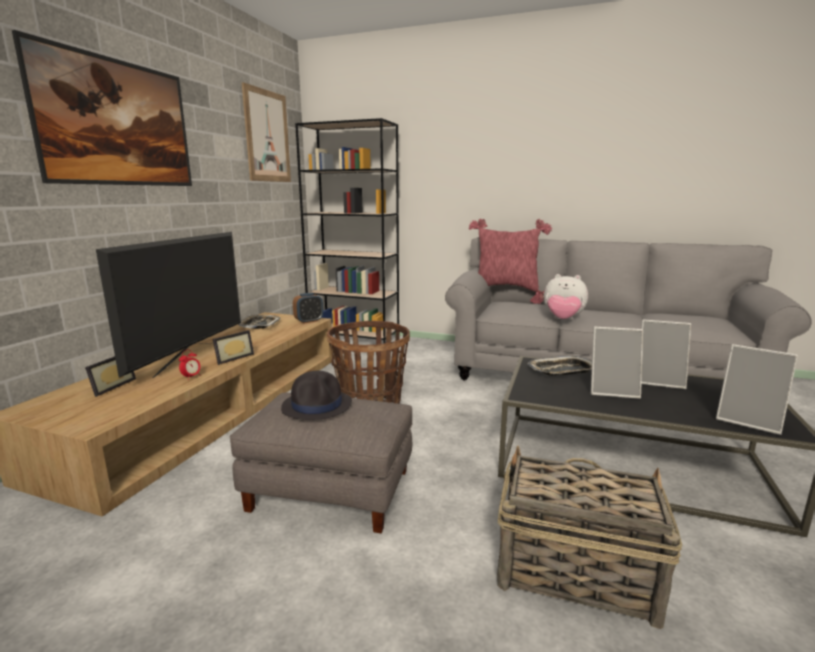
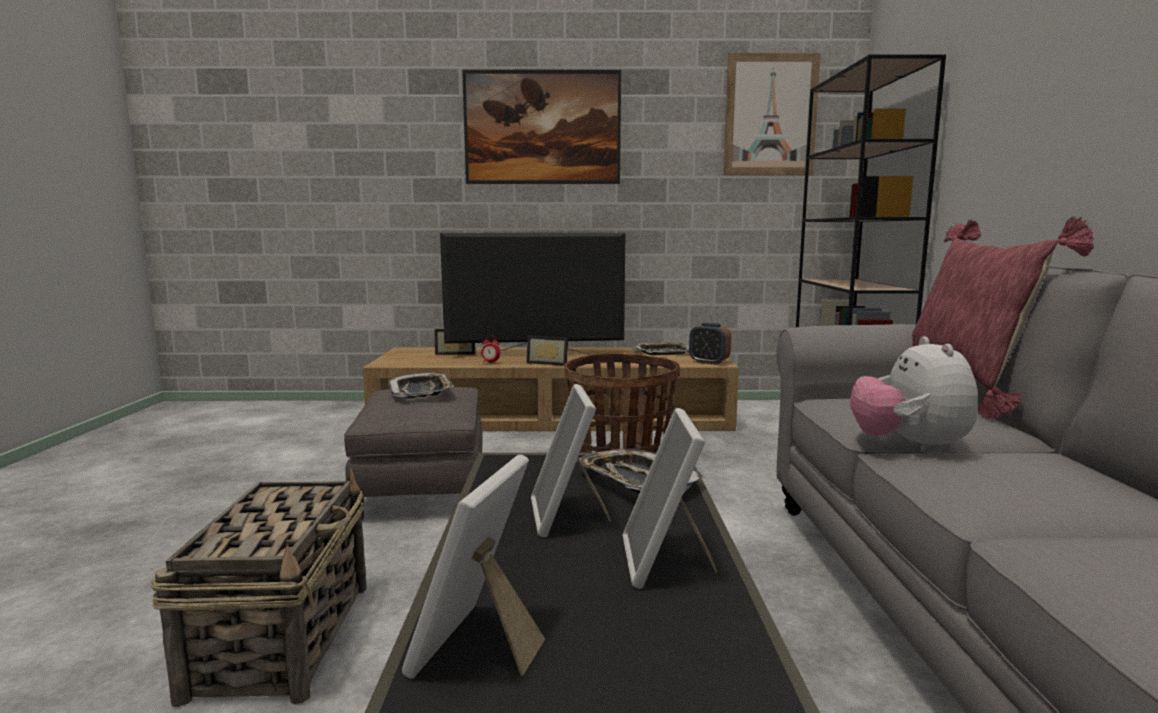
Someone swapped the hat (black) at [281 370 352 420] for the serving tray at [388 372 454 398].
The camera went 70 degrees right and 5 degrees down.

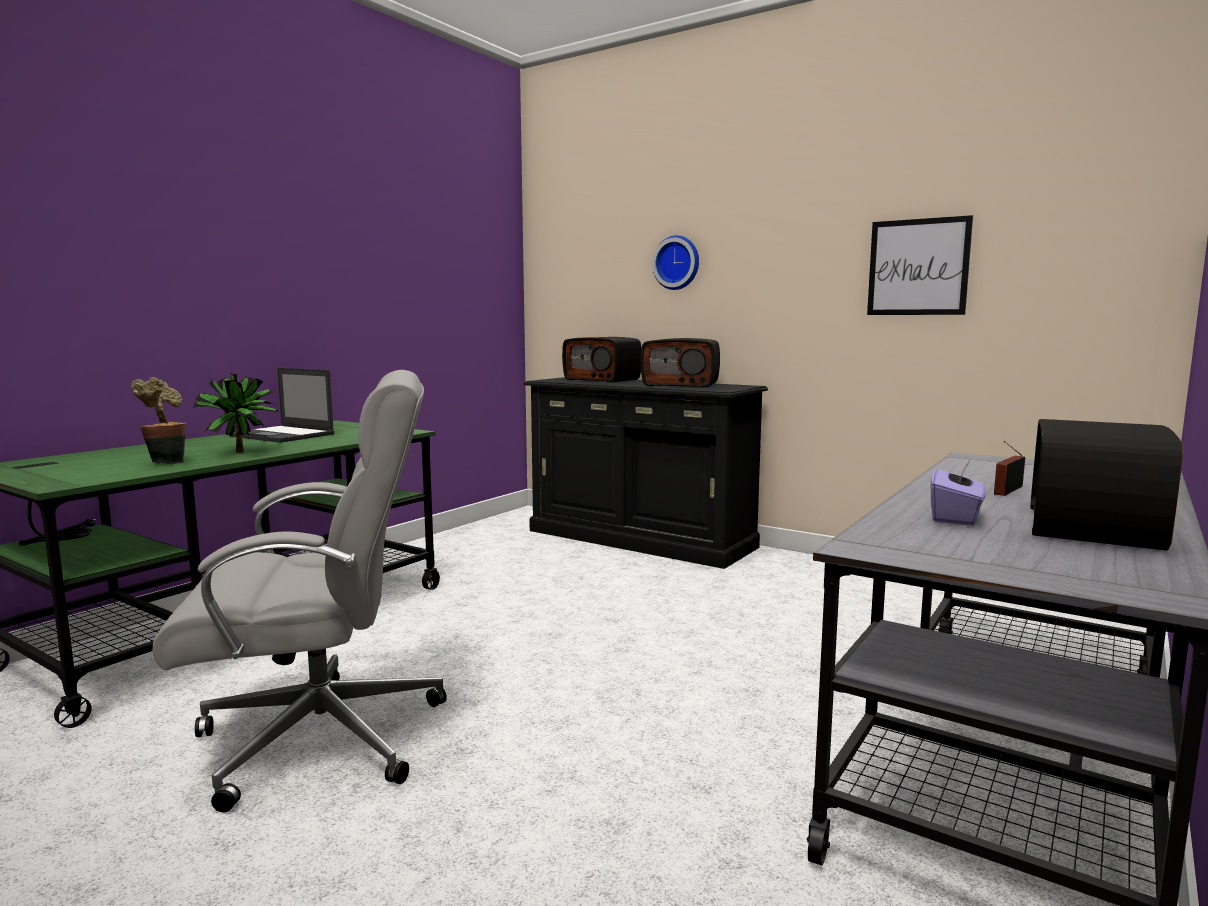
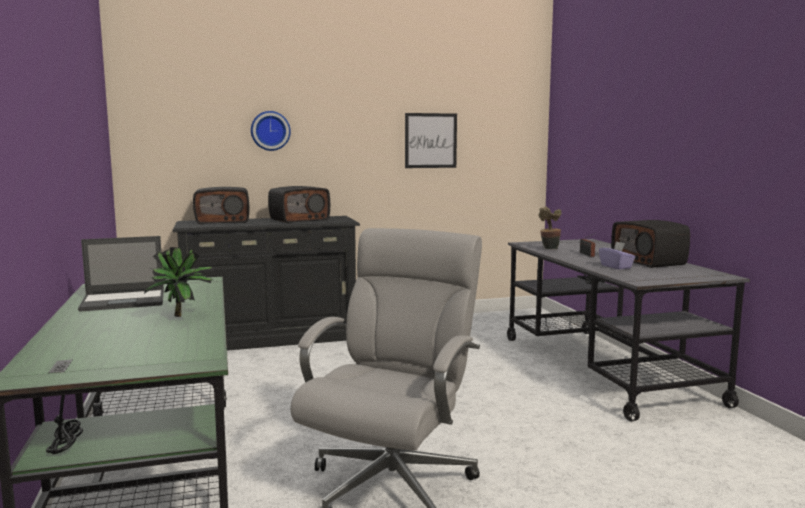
Someone carried the plant in a pot from [131 377 186 464] to [539 206 562 249].
The camera went 50 degrees left and 0 degrees up.

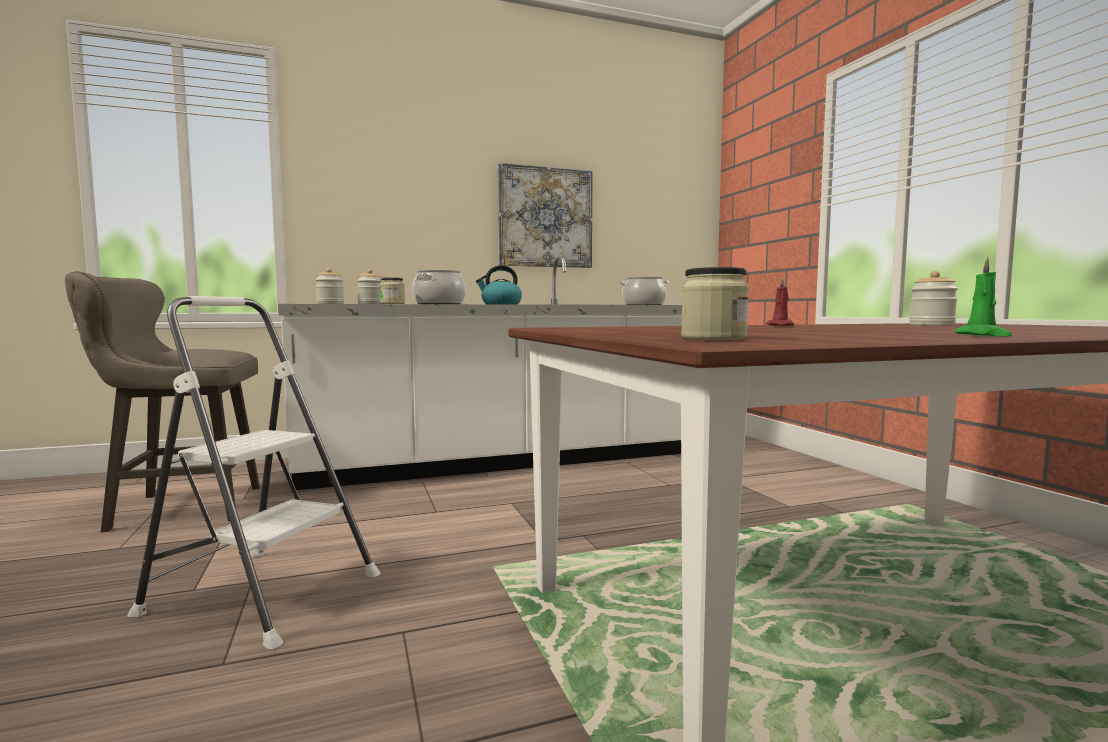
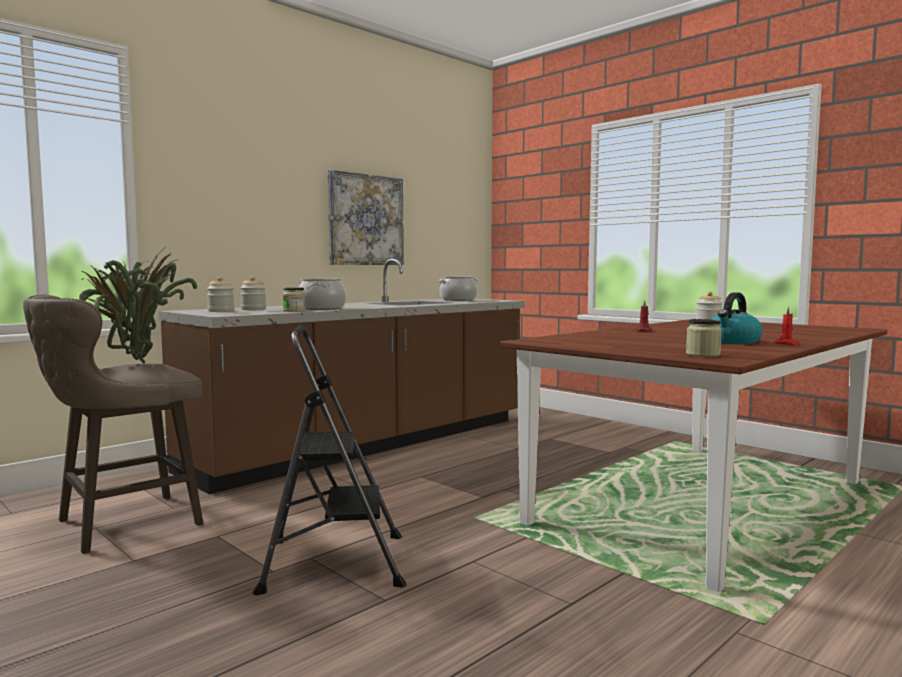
Someone repainted the step ladder (white-coloured) at [127 296 380 649], which became the step ladder (black) at [253 325 407 595].
Someone repainted the counter (white-coloured) at [278 256 682 490], which became the counter (brown) at [158 259 525 494].
Someone carried the kettle from [476 265 522 305] to [712 292 763 344].
Someone repainted the candle (green) at [955 257 1012 336], which became the candle (red) at [775 306 801 345].
Someone put down the plant in a pot at [79 249 197 363].
The camera went 25 degrees left and 0 degrees up.

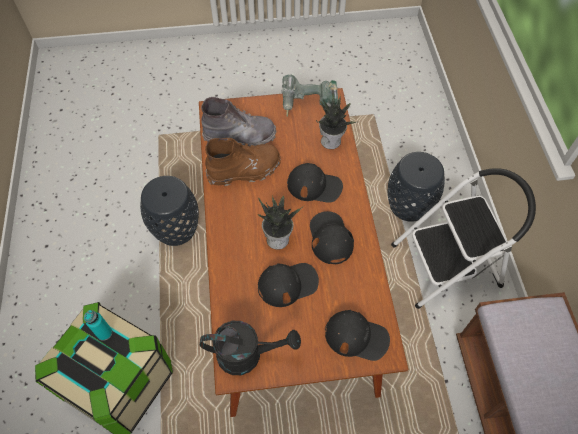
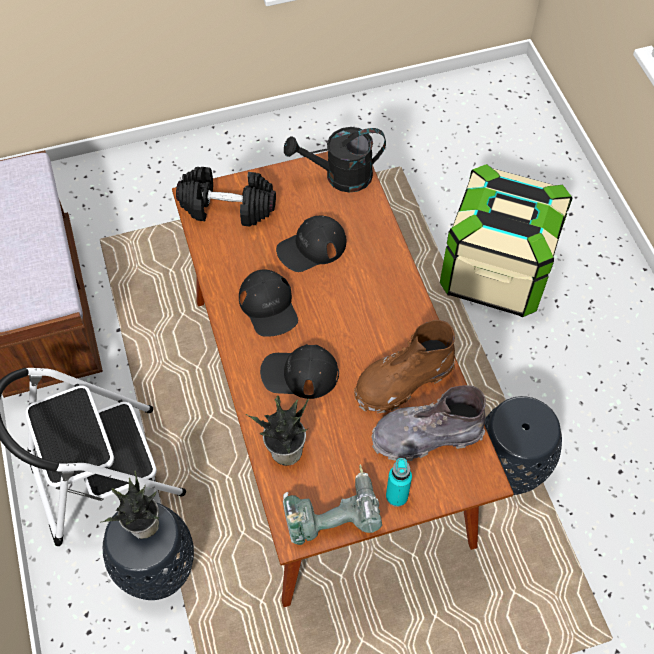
Someone carried the drink bottle (blue-green) from [84 310 112 341] to [386 458 412 507].
Someone carried the plant in a pot from [257 195 304 250] to [101 470 159 539].
Someone swapped the baseball cap (black) at [325 310 390 361] for the free weight (black) at [176 167 276 227].
The camera went 170 degrees right and 0 degrees up.

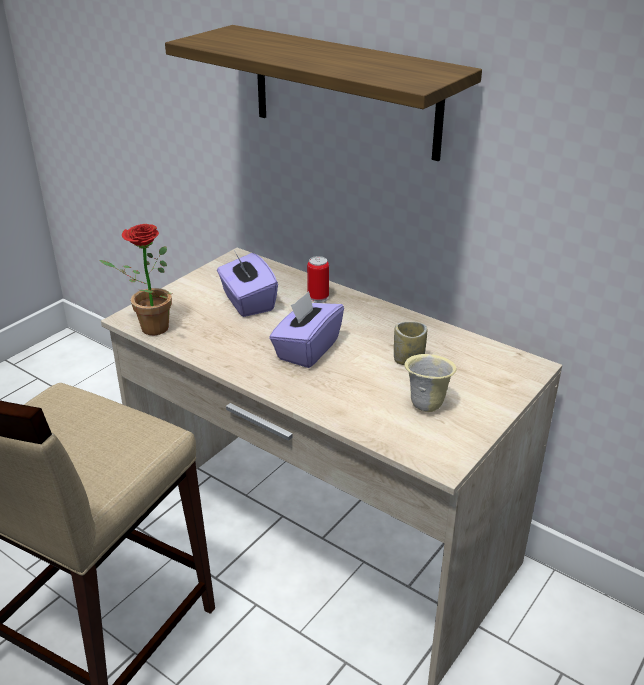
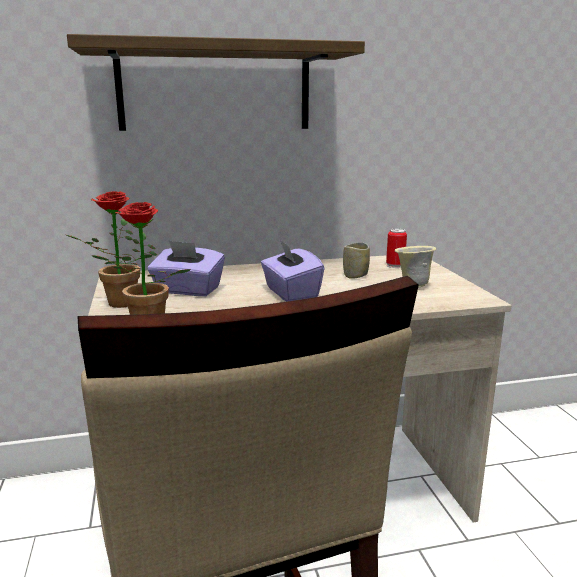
Someone carried the metal can from [307 256 329 303] to [386 229 407 268].
Someone put down the plant in a pot at [66 191 152 308].
The camera went 50 degrees left and 15 degrees down.

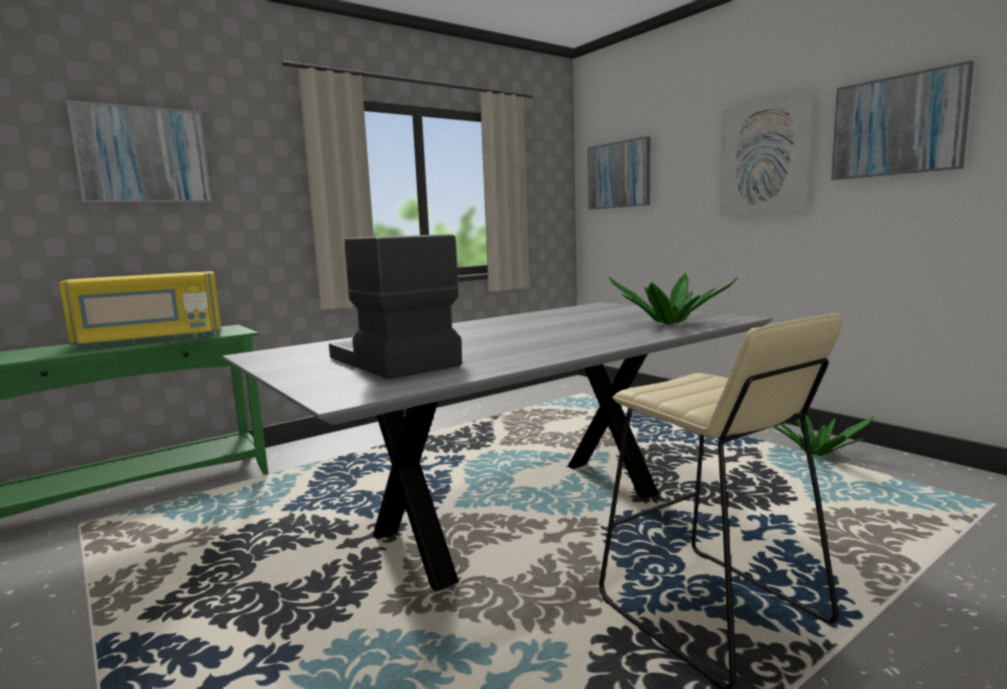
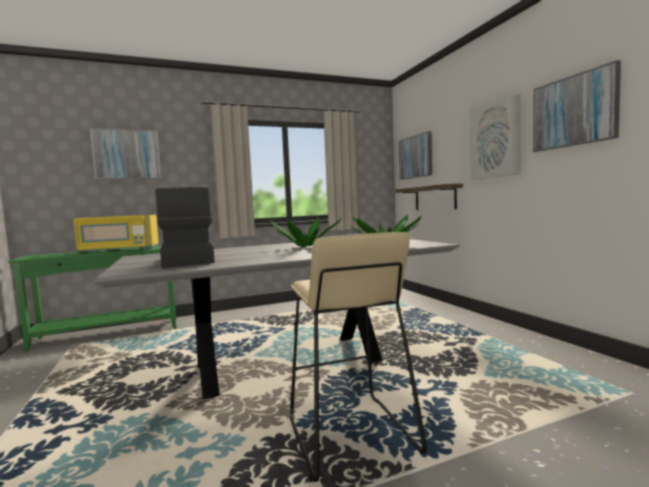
Someone carried the plant in a pot from [773 410 873 456] to [270 218 342 247].
Someone put up the shelf at [395 184 463 210].
The camera went 15 degrees right and 5 degrees down.

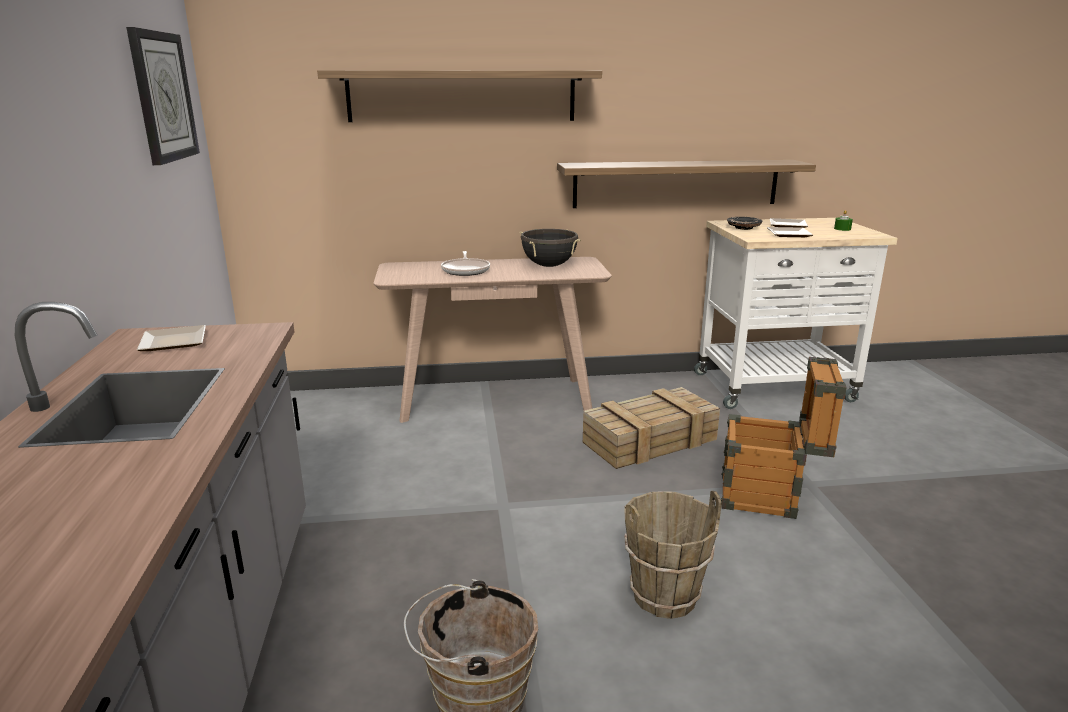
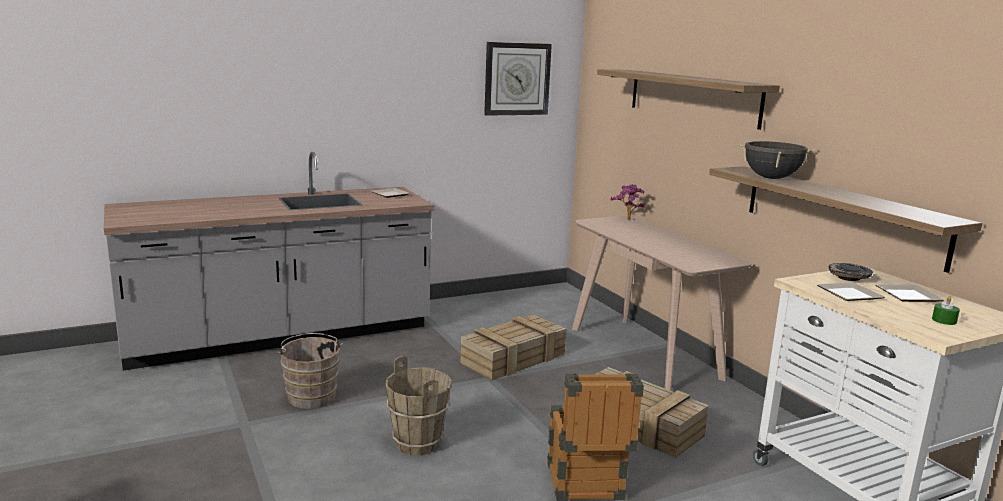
Someone took away the skillet at [441 251 490 276].
Someone carried the saucepot (black) from [519 229 581 267] to [738 141 815 179].
Someone put down the crate at [460 315 566 380].
Someone put down the plant in a pot at [611 184 645 220].
The camera went 70 degrees right and 5 degrees down.

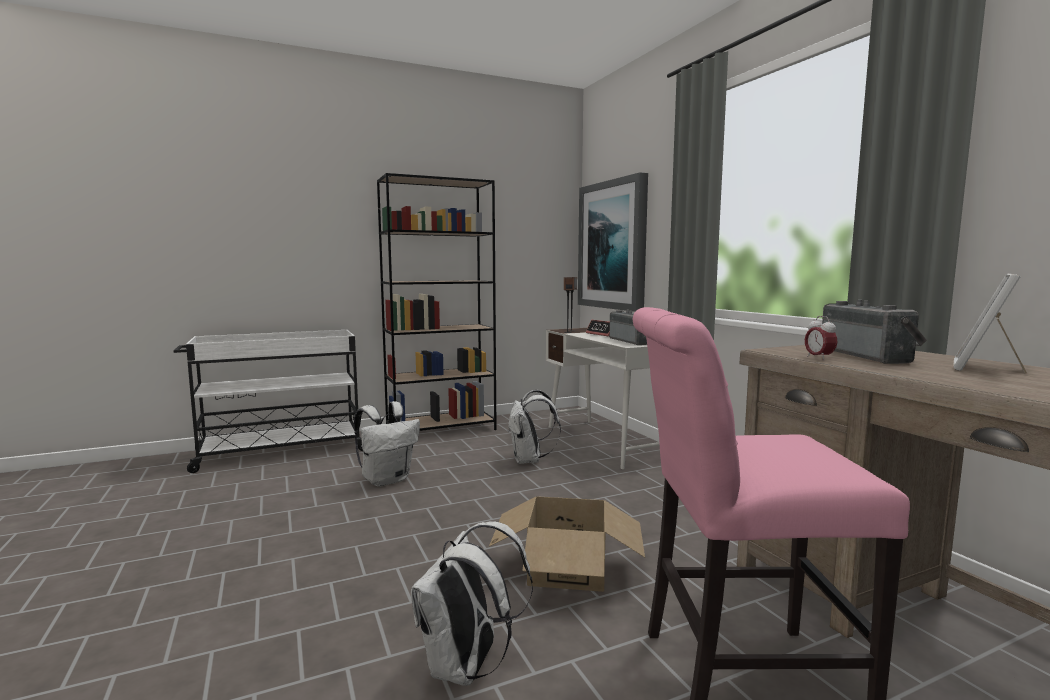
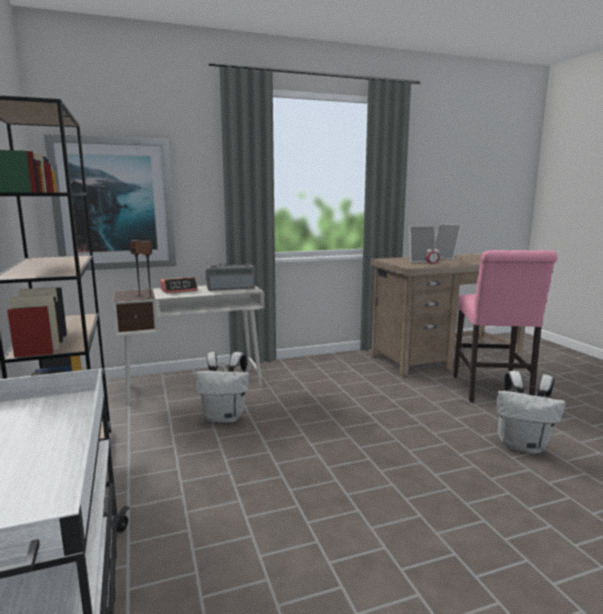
Someone took away the rucksack (white-coloured) at [354 401 420 487].
Someone took away the cardboard box at [489 496 645 592].
Someone swapped the radio set at [822 300 927 364] for the standing frame at [409 226 435 263].
The camera went 85 degrees left and 5 degrees up.

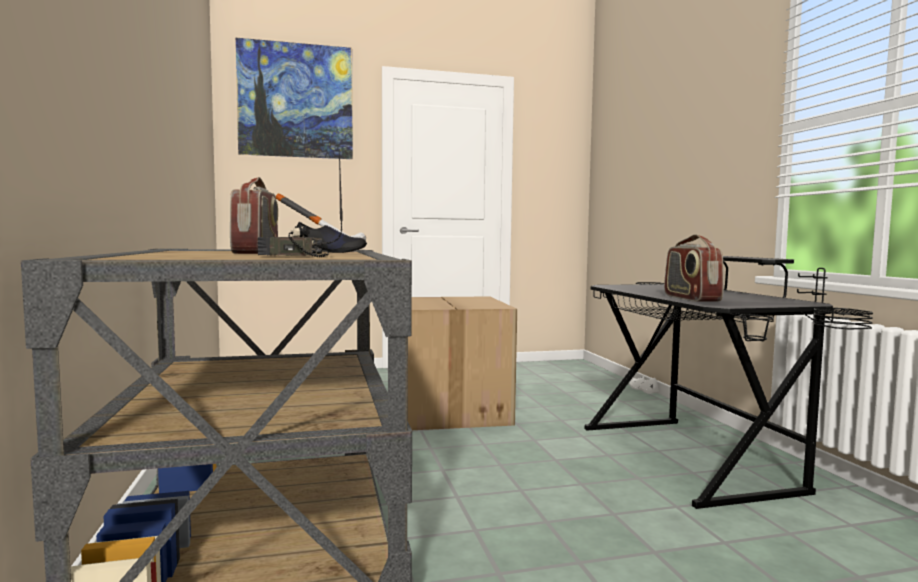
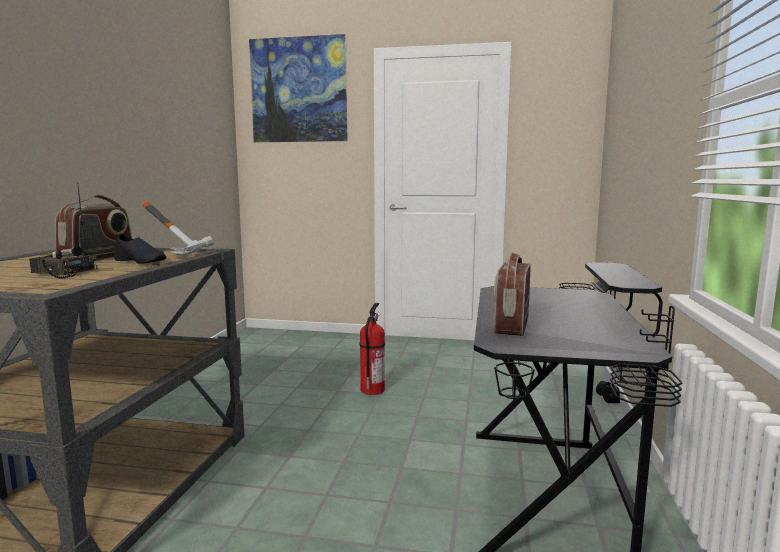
Someone swapped the cardboard box at [407 297 517 430] for the fire-fighting cylinder at [360 303 385 395].
Someone repainted the low shoe (white-coloured) at [629 376 659 394], which became the low shoe (black) at [596 381 620 403].
The camera went 25 degrees right and 5 degrees up.

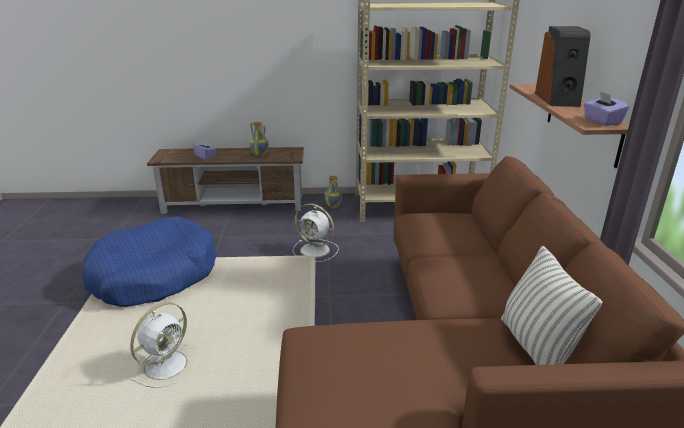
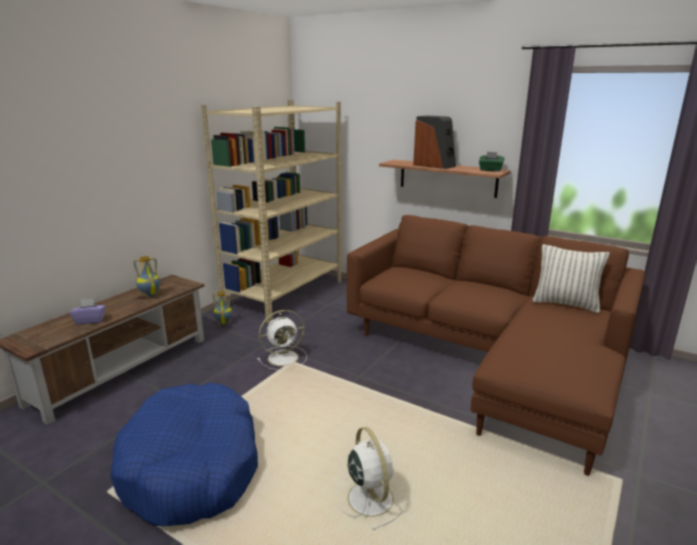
Someone repainted the tissue box (purple-coloured) at [584 91 629 126], which became the tissue box (green) at [479 152 505 172].
The camera went 55 degrees left and 5 degrees down.

